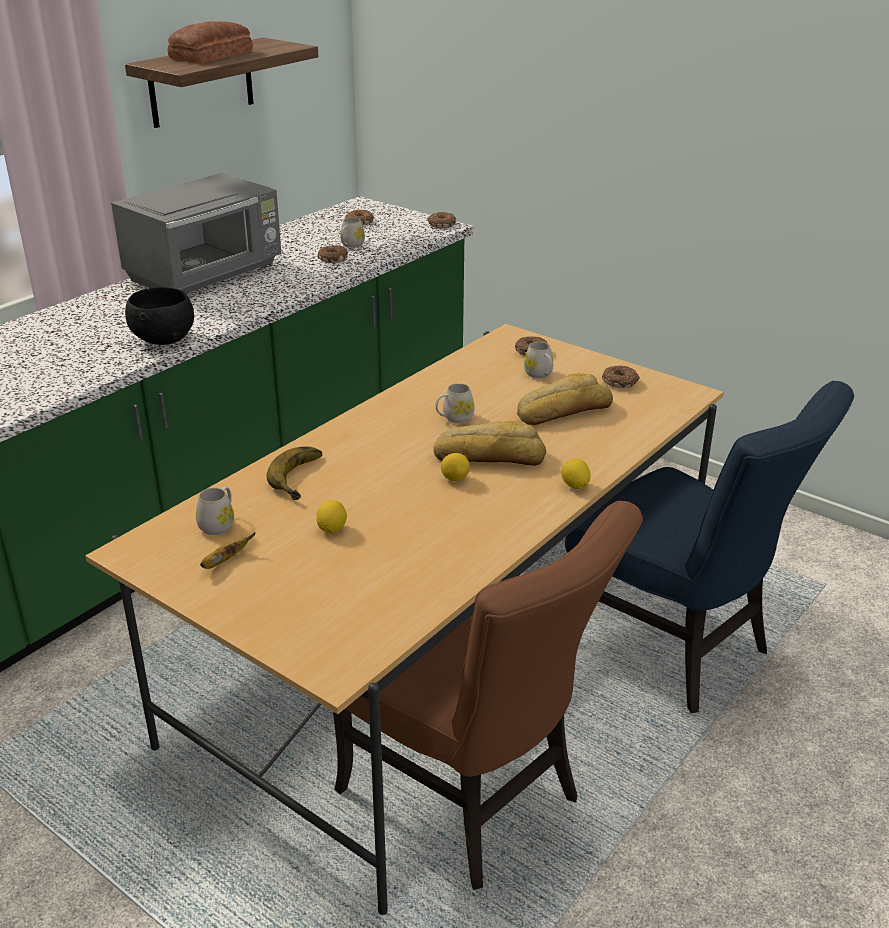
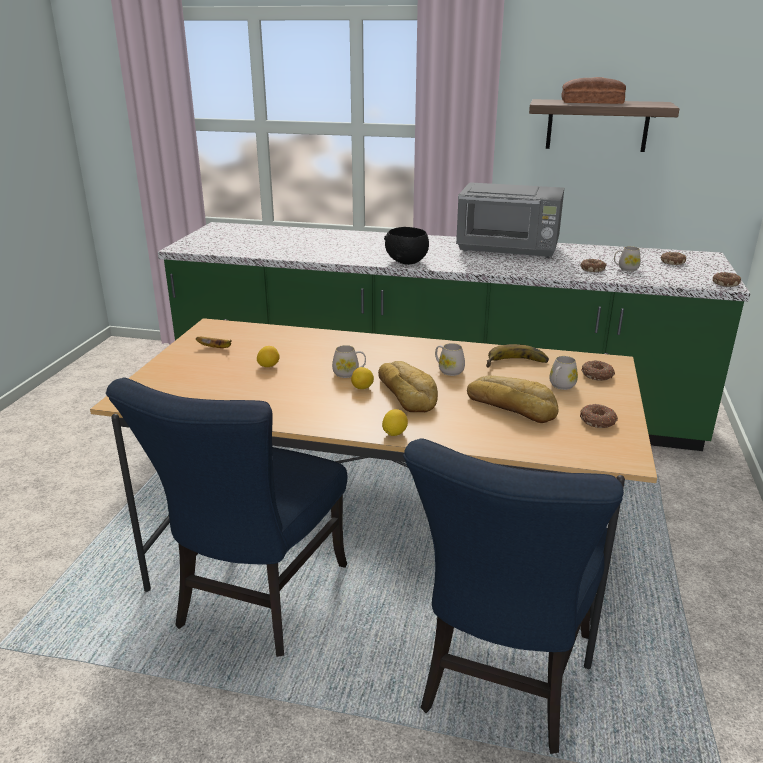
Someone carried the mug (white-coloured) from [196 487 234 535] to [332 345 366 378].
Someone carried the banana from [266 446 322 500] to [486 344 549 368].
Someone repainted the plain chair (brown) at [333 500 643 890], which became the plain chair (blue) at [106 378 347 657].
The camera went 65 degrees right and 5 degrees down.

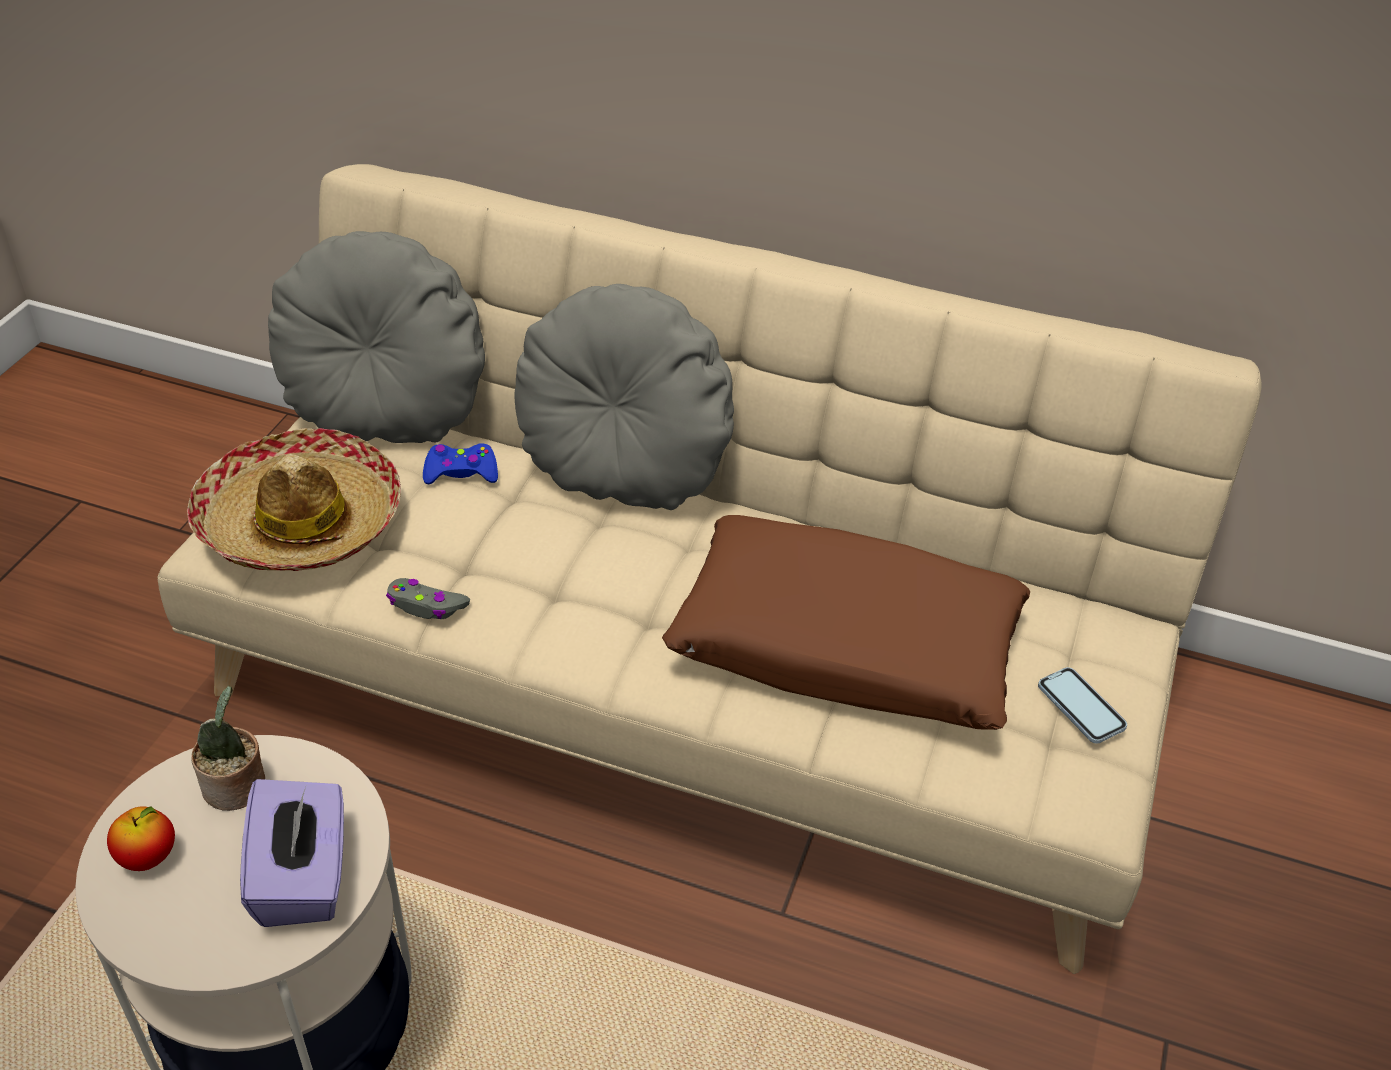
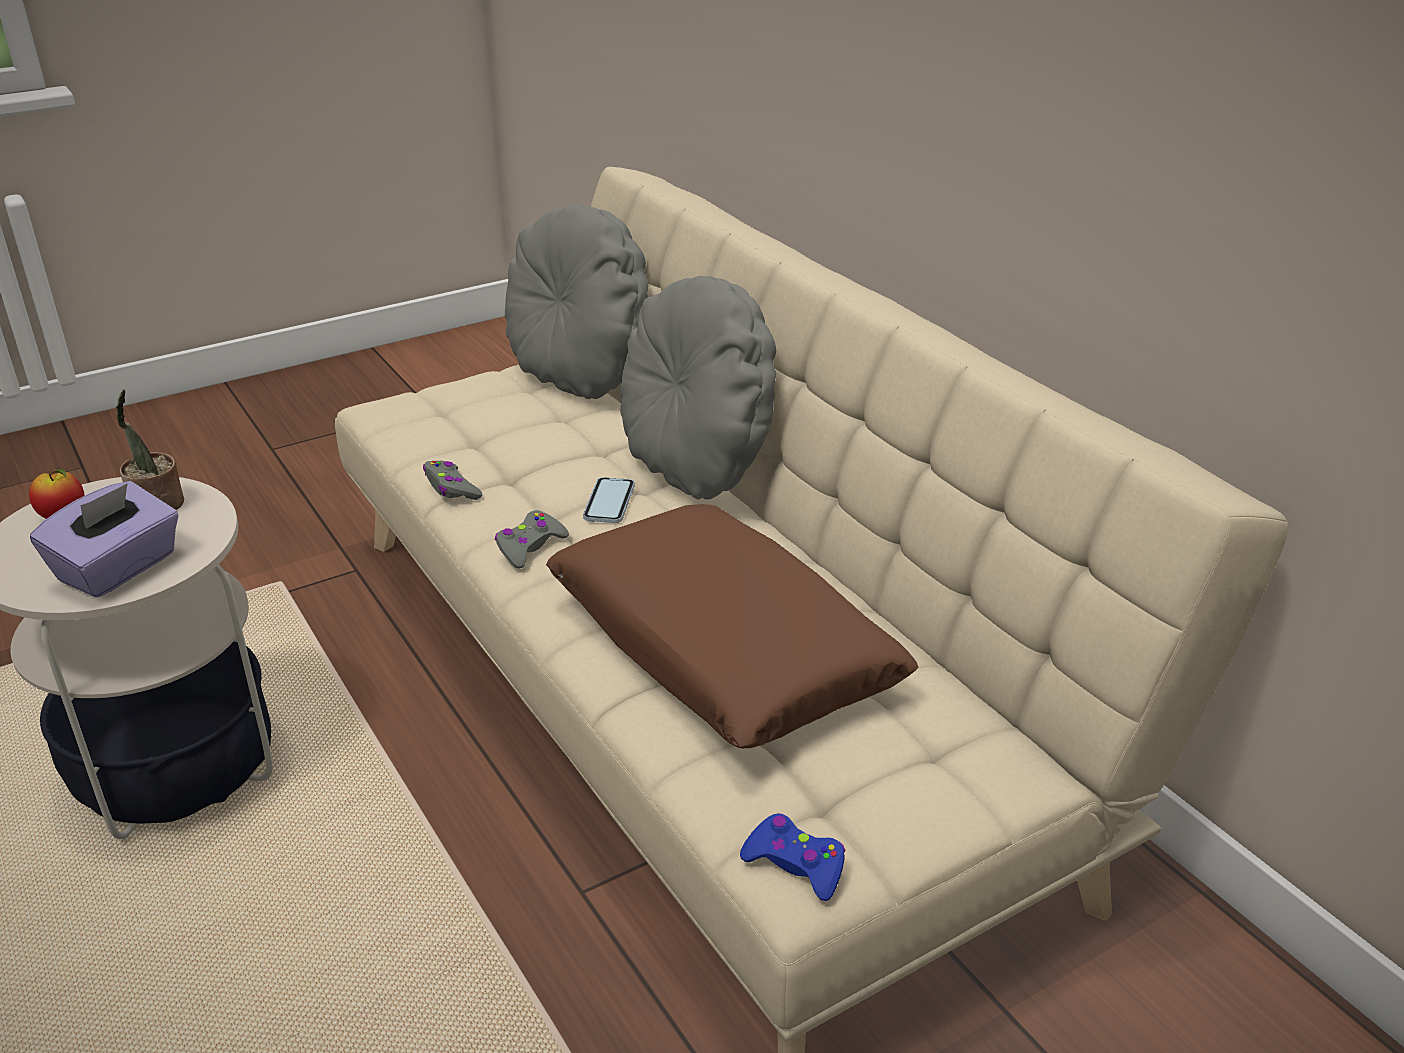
Someone took away the hat at [187 428 401 571].
Someone carried the game controller (blue) from [423 444 498 484] to [740 813 846 901].
Someone carried the telephone from [1038 667 1127 744] to [583 477 635 523].
Someone put down the game controller (greyish) at [495 510 569 569].
The camera went 40 degrees right and 10 degrees down.

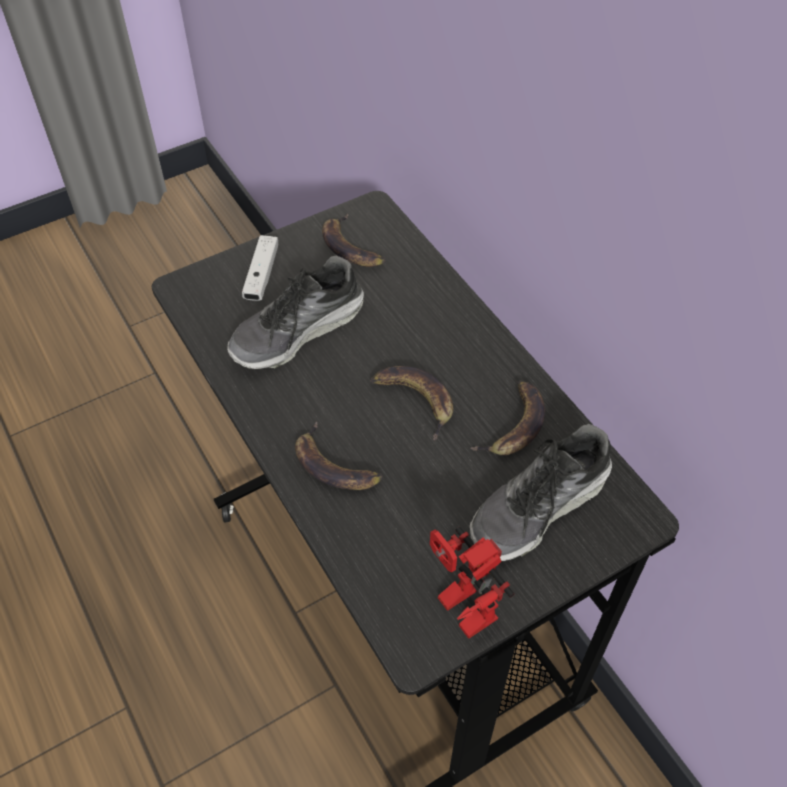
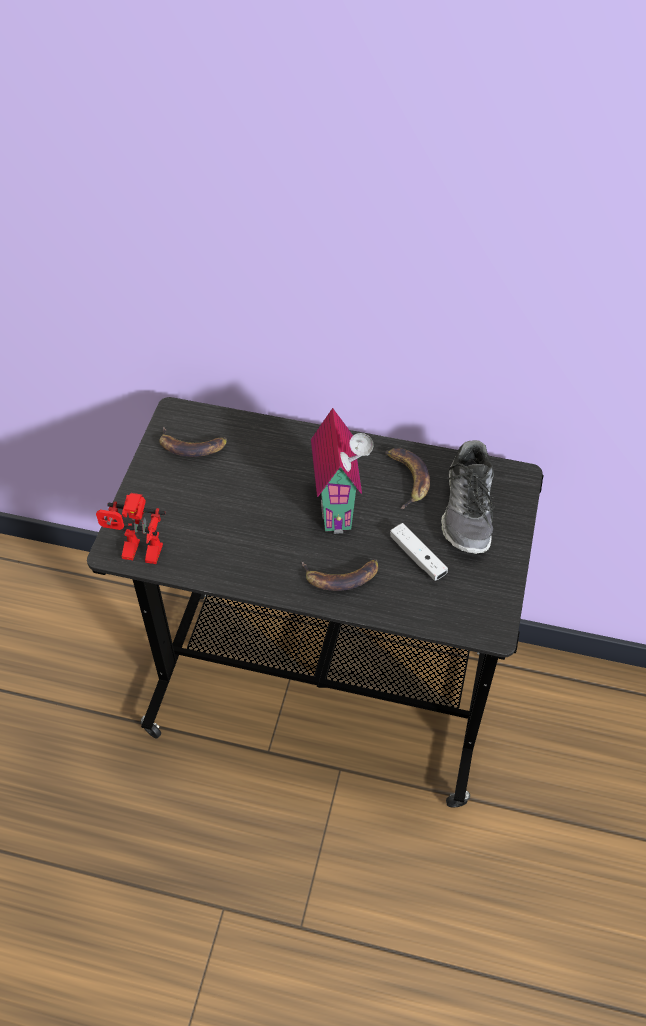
Someone took away the low shoe at [227 256 364 369].
Someone carried the game controller (white-coloured) from [242 235 278 301] to [390 523 448 581].
Someone swapped the banana at [370 366 453 441] for the model house at [311 408 374 534].
Someone carried the toy robot from [430 527 515 639] to [96 493 165 564].
The camera went 45 degrees left and 0 degrees up.

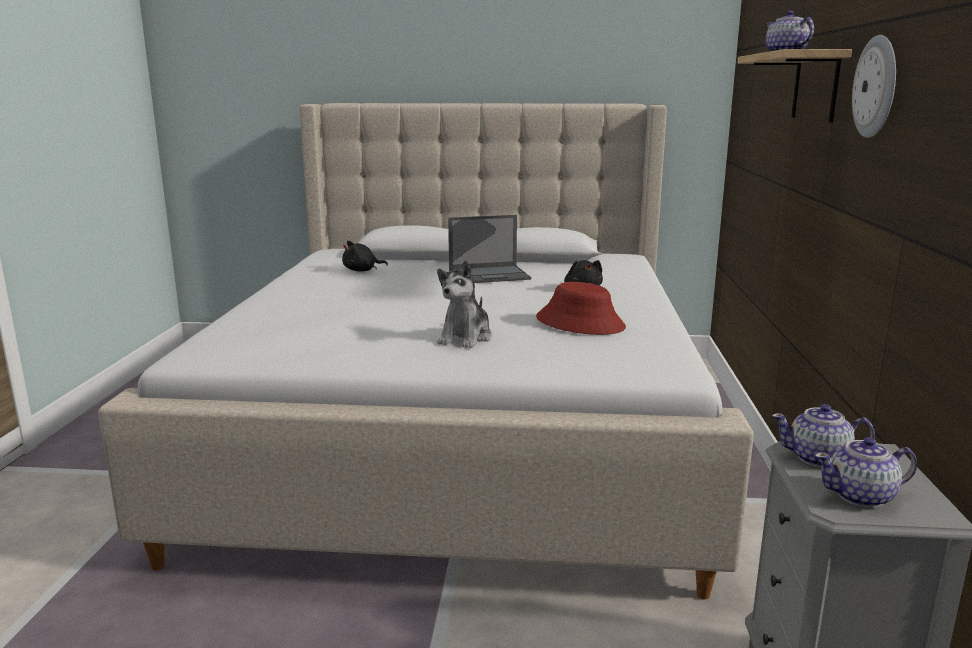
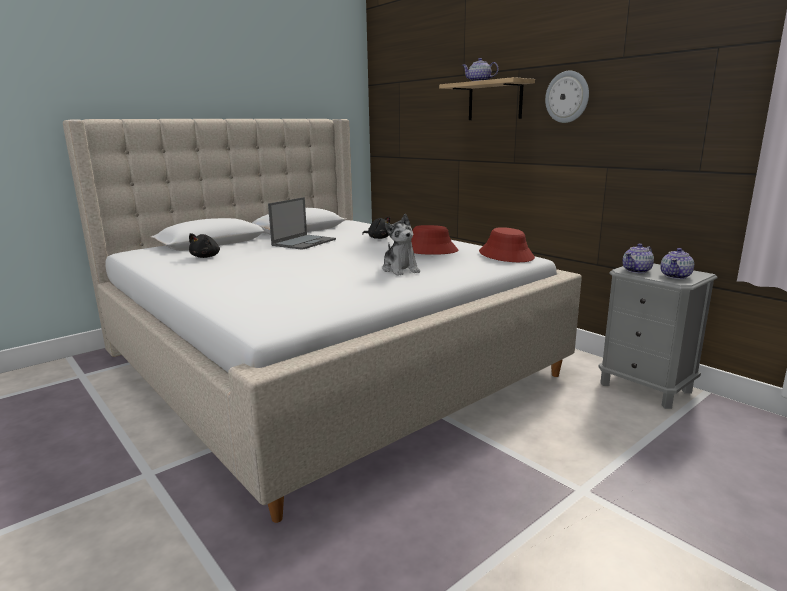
Someone put down the hat (red) at [479 227 535 262].
The camera went 45 degrees left and 0 degrees up.

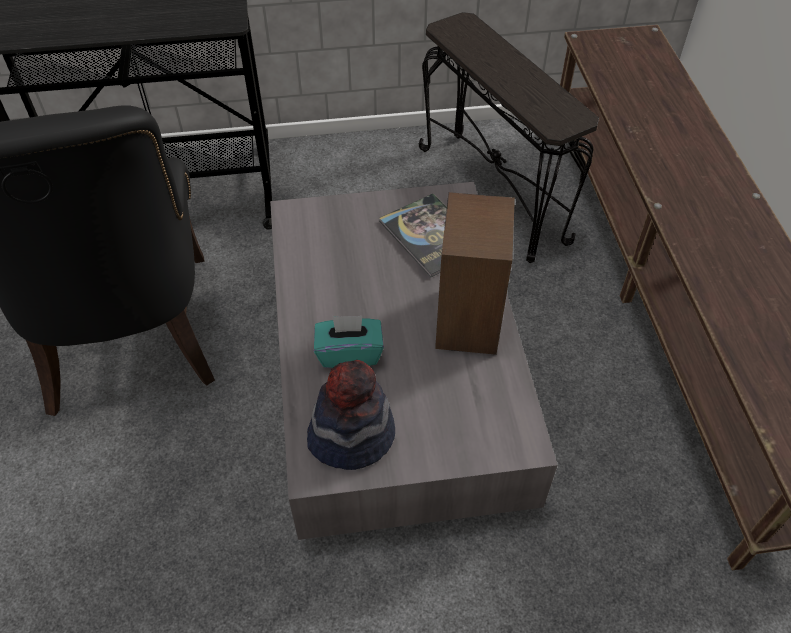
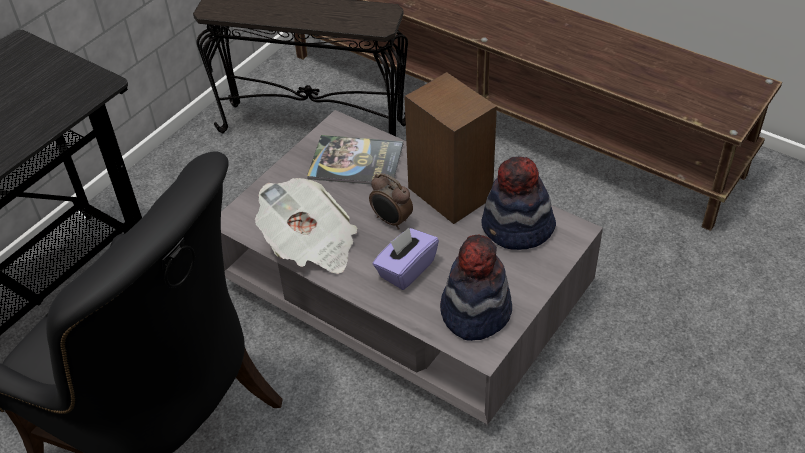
Someone repainted the tissue box (blue-green) at [314 316 384 368], which became the tissue box (purple-coloured) at [373 227 439 290].
Someone put down the daily paper at [255 178 357 274].
Someone put down the bedside clock at [369 173 413 230].
Someone put down the hat at [481 156 556 250].
The camera went 45 degrees left and 5 degrees down.

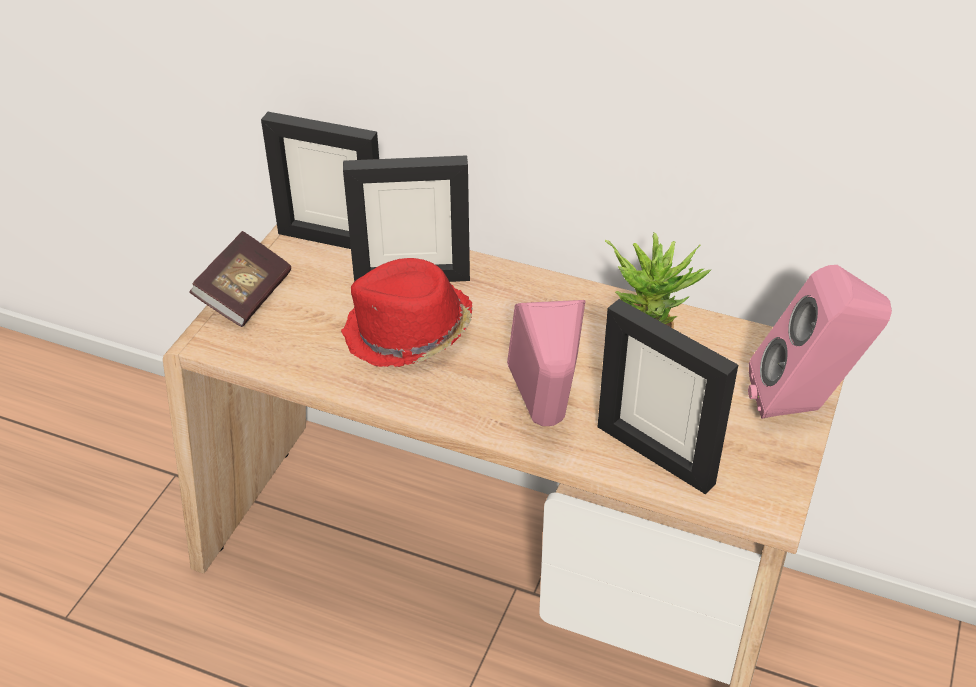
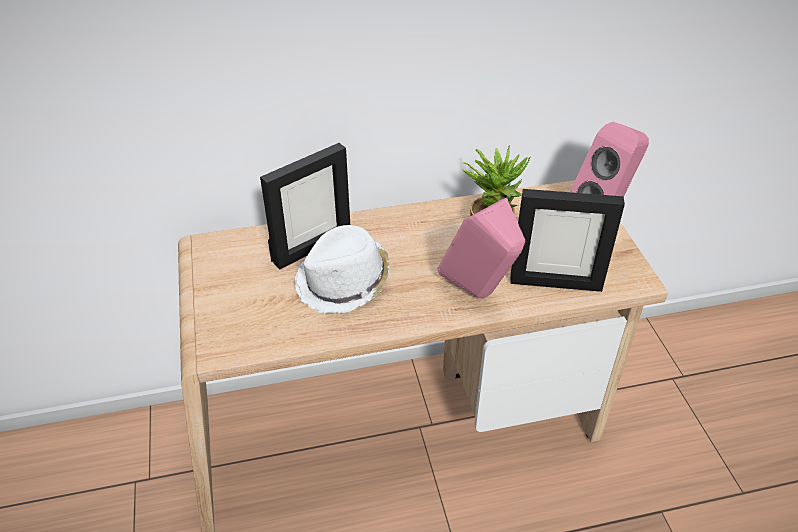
Someone took away the bound book at [190 231 291 327].
Someone took away the standing frame at [261 112 379 249].
Someone repainted the hat (red) at [341 258 473 367], which became the hat (white-coloured) at [295 225 389 313].
The camera went 35 degrees left and 0 degrees up.

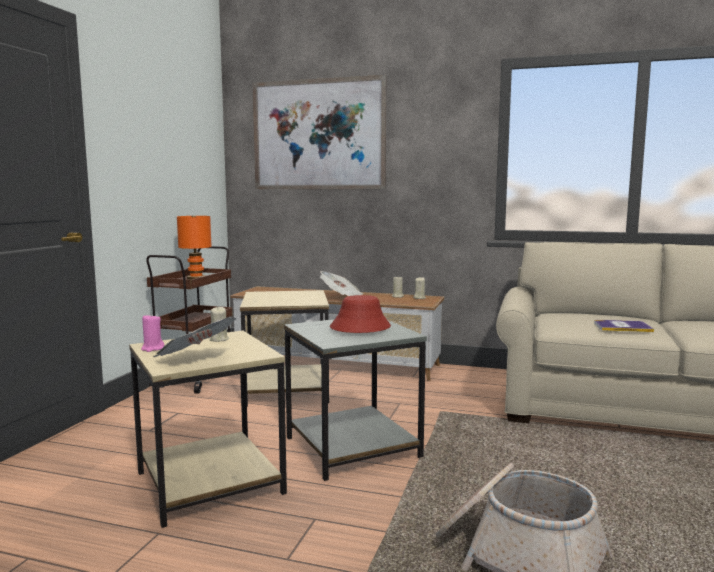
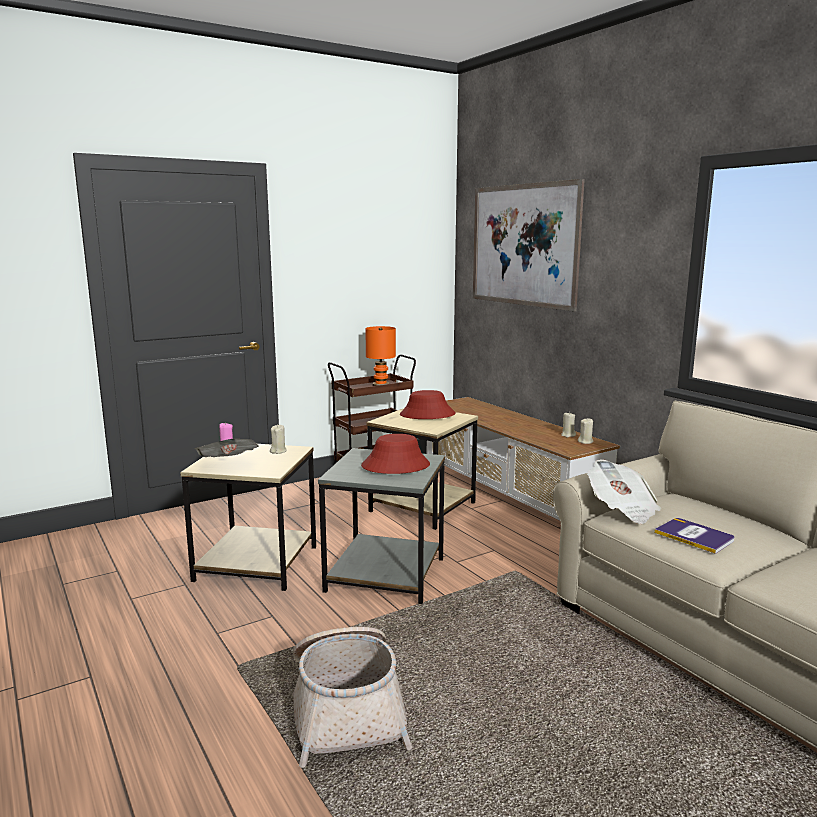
Someone carried the daily paper from [320 271 363 296] to [587 459 661 524].
Someone put down the hat (red) at [400 390 455 419].
The camera went 40 degrees right and 5 degrees up.

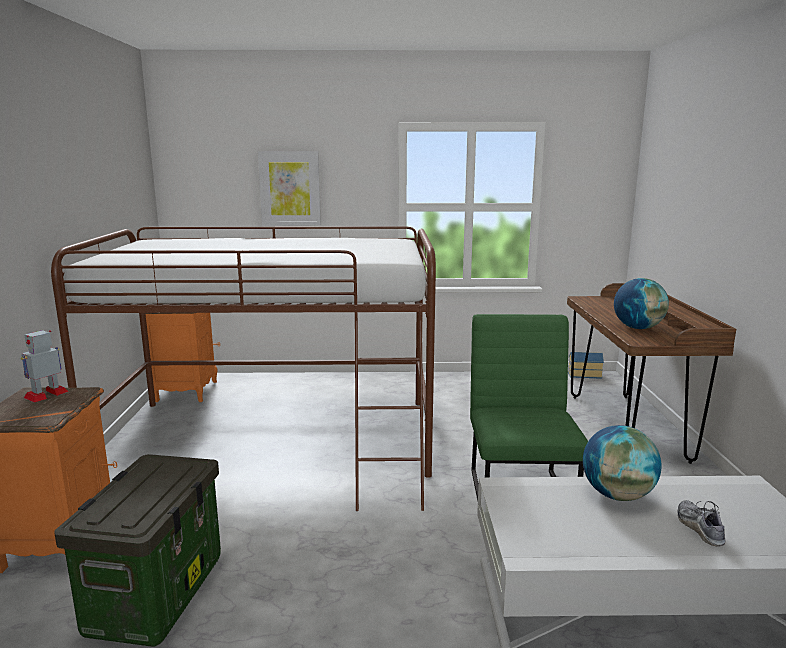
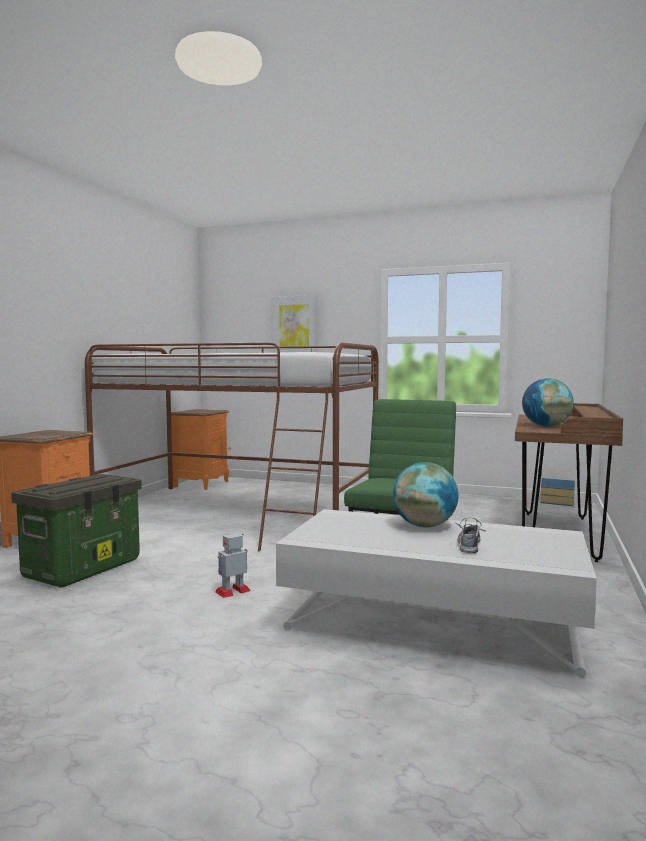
Someone carried the toy robot from [21 330 69 402] to [215 533 251 598].
The camera went 20 degrees right and 10 degrees down.

